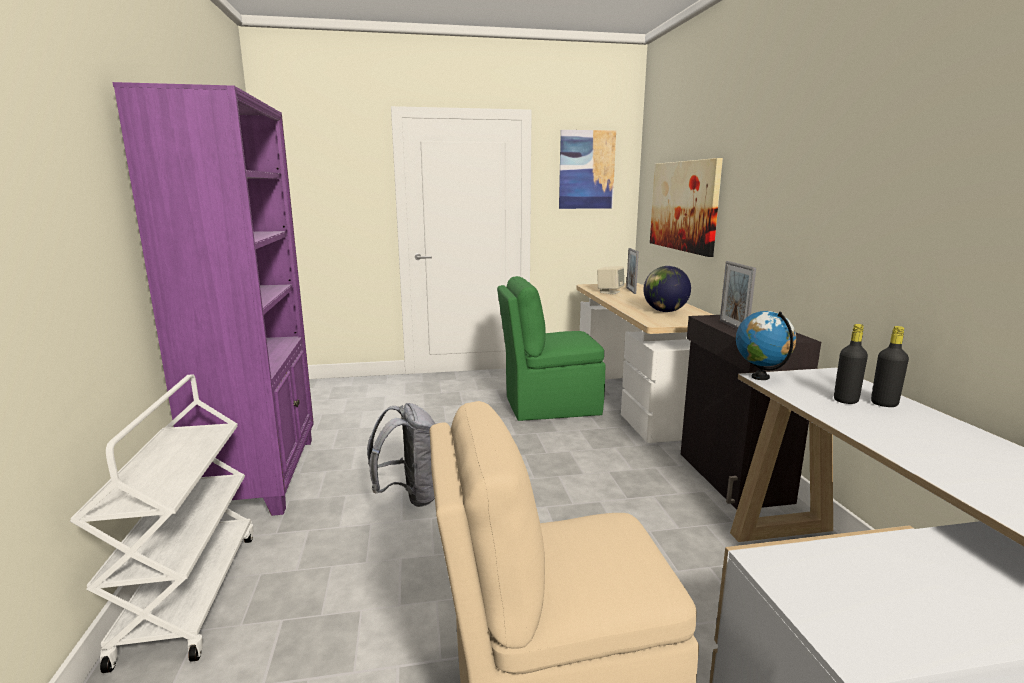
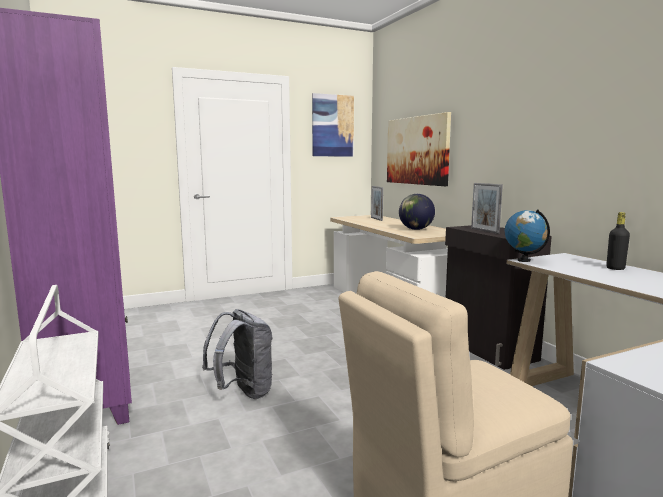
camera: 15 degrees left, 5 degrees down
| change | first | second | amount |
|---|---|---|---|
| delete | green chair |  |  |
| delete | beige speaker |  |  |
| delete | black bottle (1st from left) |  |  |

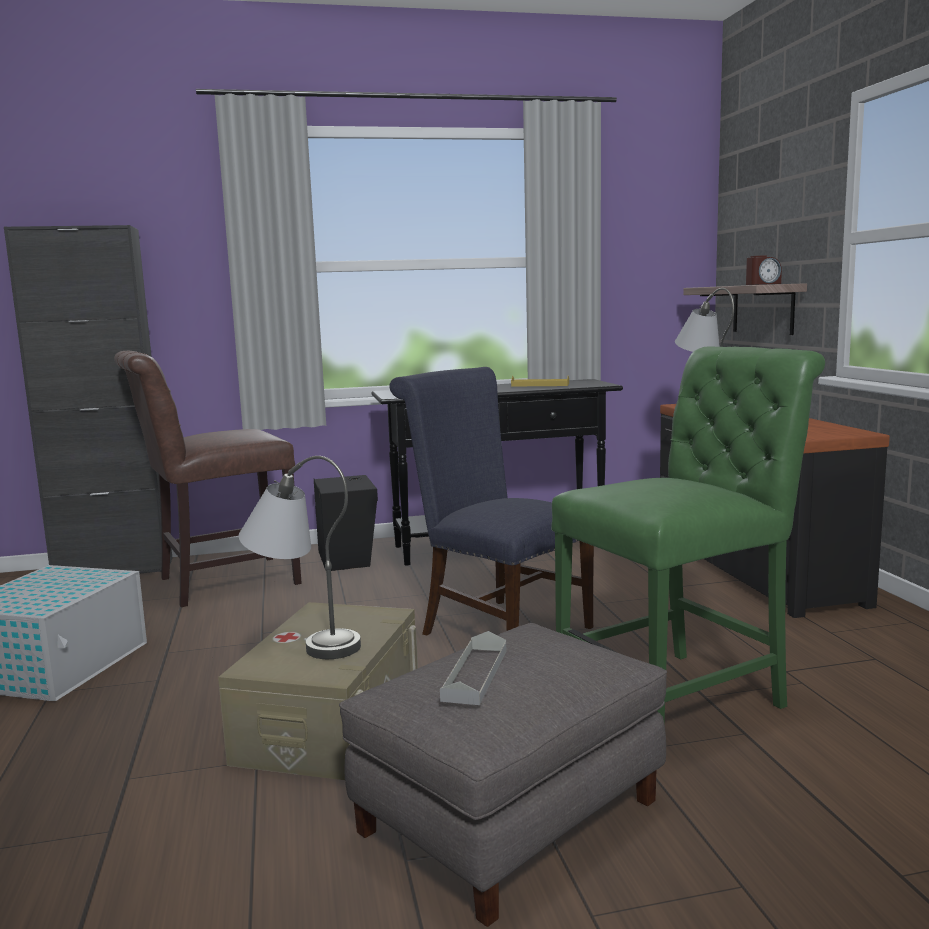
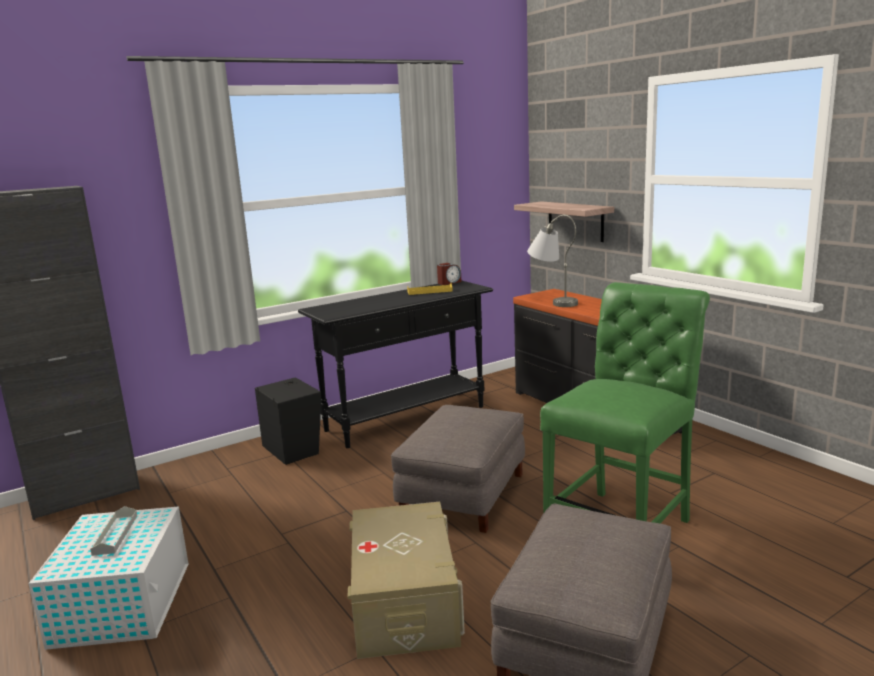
camera: 20 degrees left, 5 degrees up
| change | first | second | amount |
|---|---|---|---|
| move | grey tray |  |  |
| replace | blue chair | grey ottoman (1st from left) |  |
| move | alarm clock |  |  |
| delete | brown chair |  |  |
| delete | grey table lamp (1st from left) |  |  |

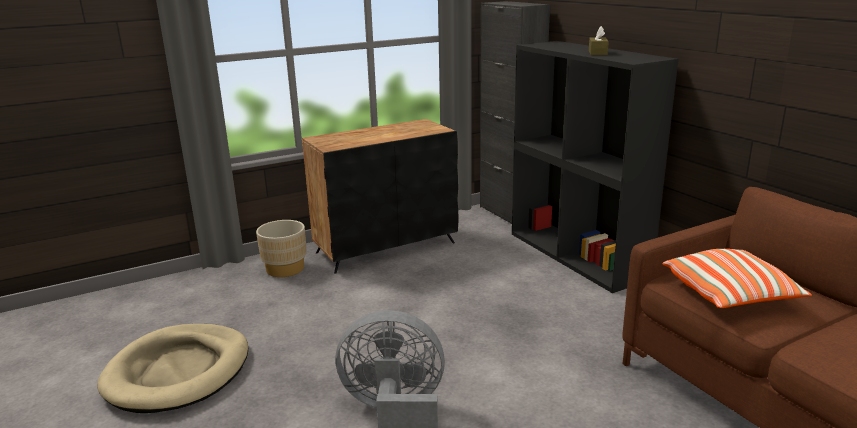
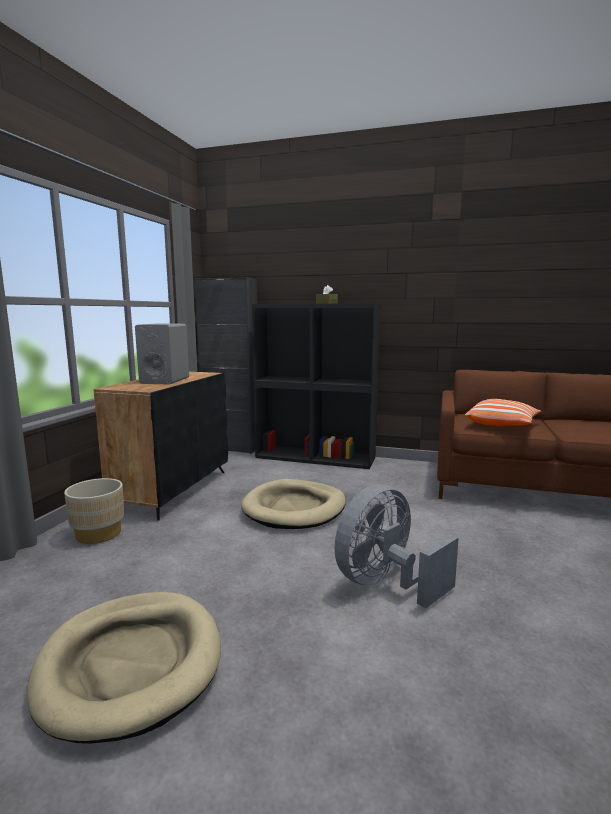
camera: 45 degrees left, 10 degrees down
| change | first | second | amount |
|---|---|---|---|
| insert |  | grey speaker |  |
| insert |  | beige dog bed (2nd from left) |  |

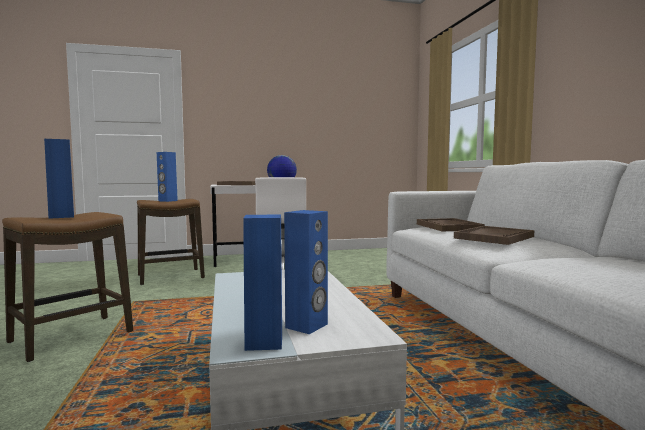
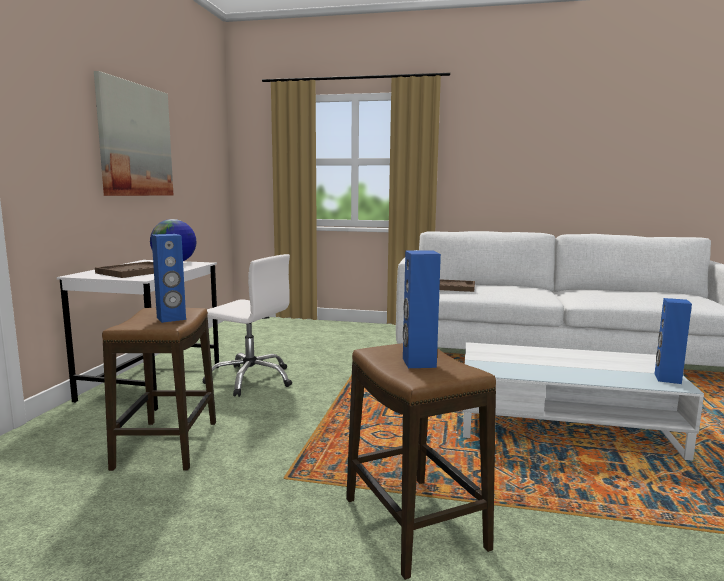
camera: 65 degrees left, 5 degrees up
| change | first | second | amount |
|---|---|---|---|
| insert |  | picture |  |
| delete | blue speaker (4th from left) |  |  |
| delete | brown tray (3rd from left) |  |  |

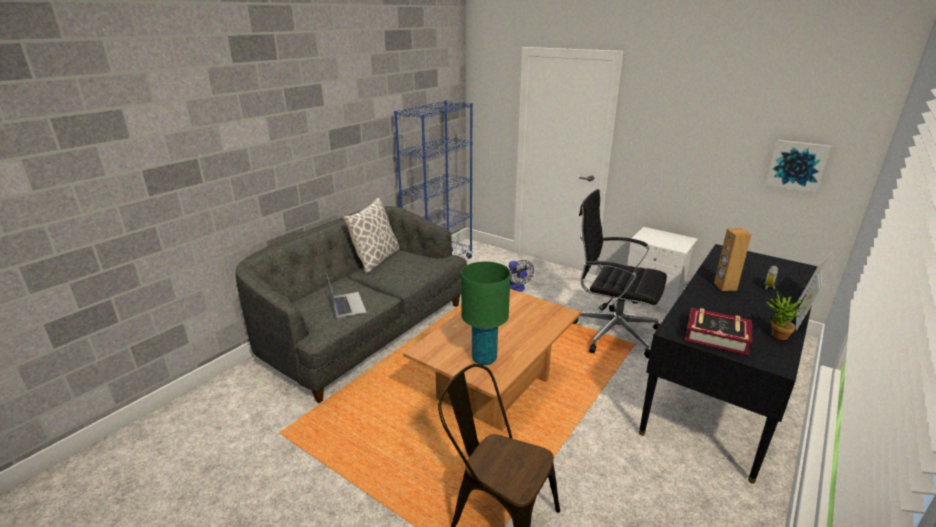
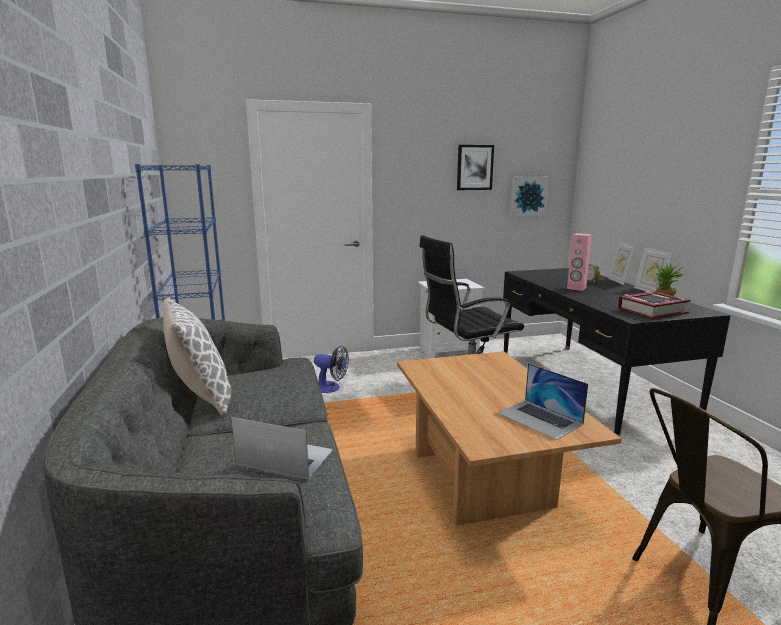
camera: 50 degrees left, 10 degrees down
| change | first | second | amount |
|---|---|---|---|
| insert |  | picture (1st from left) |  |
| replace | green table lamp | laptop (2nd from left) |  |
| recolor | brown speaker | pink speaker |  |

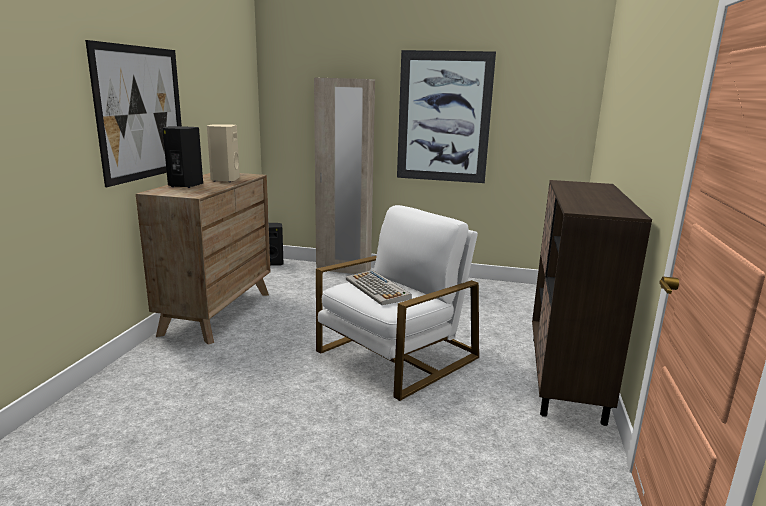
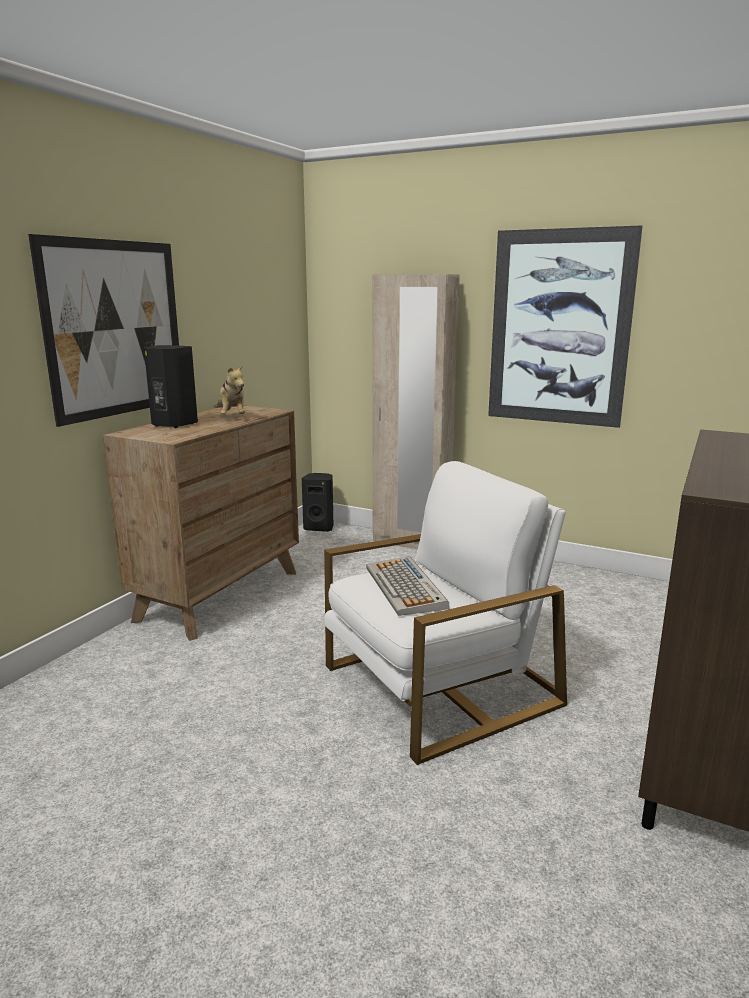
camera: 15 degrees right, 0 degrees up
| change | first | second | amount |
|---|---|---|---|
| replace | beige speaker | plush toy |  |

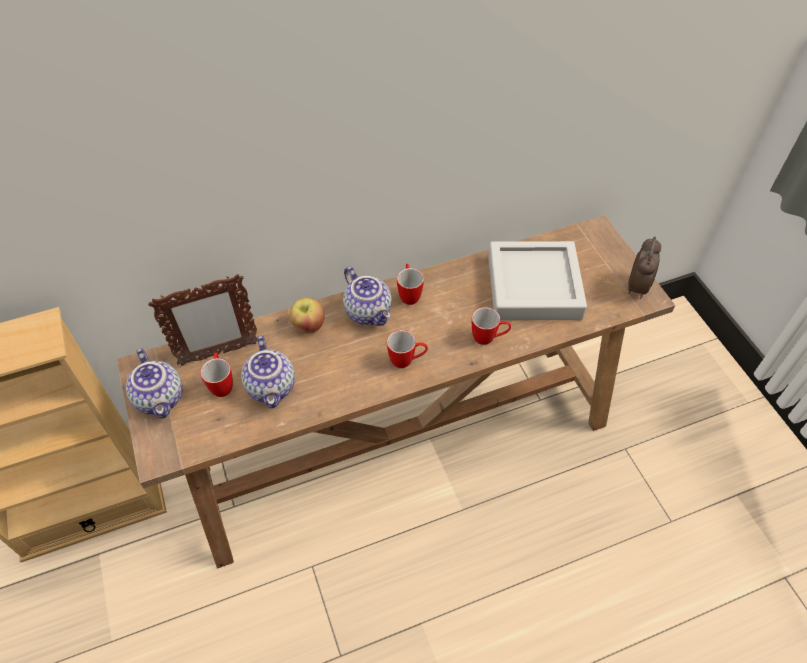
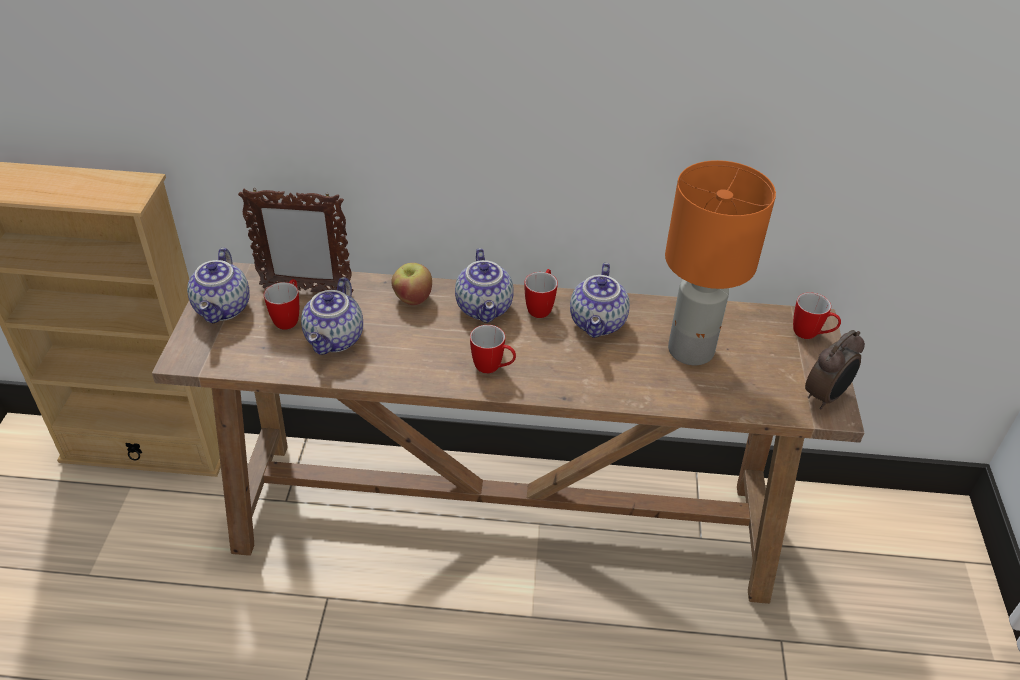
camera: 25 degrees right, 10 degrees down
| change | first | second | amount |
|---|---|---|---|
| insert |  | teapot (4th from left) |  |
| replace | grey tray | orange table lamp |  |
| move | mug (4th from left) |  |  |

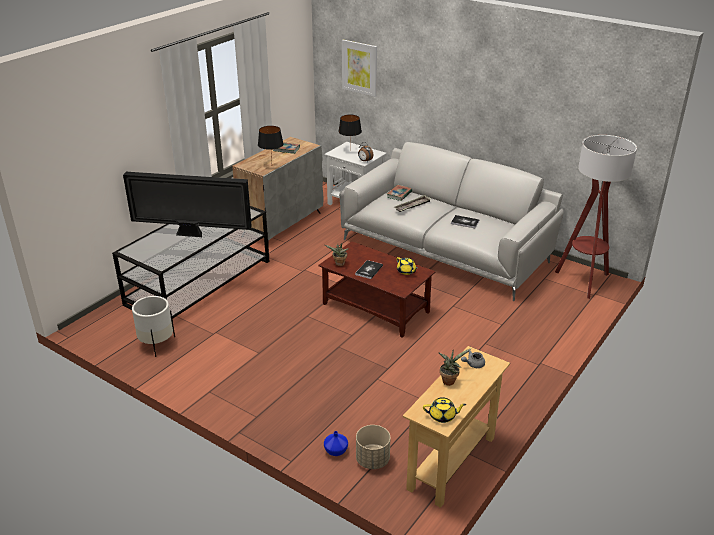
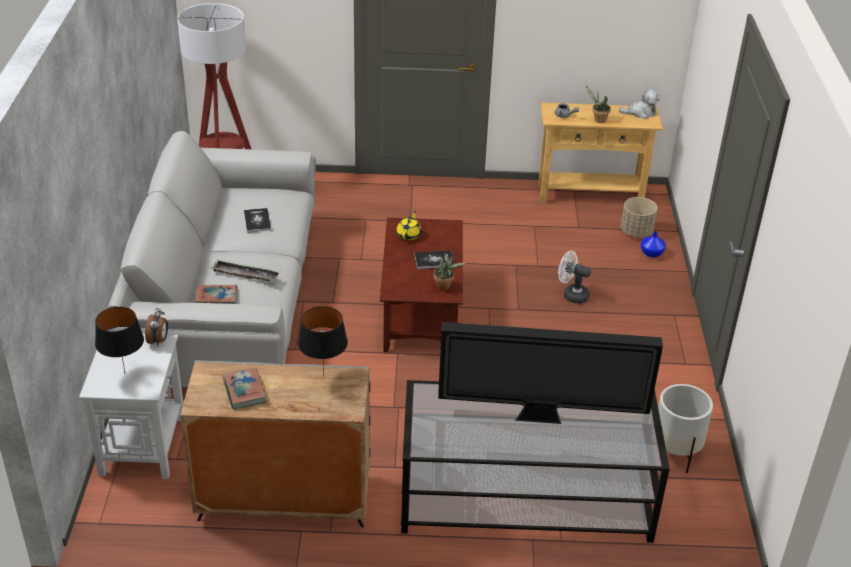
camera: 125 degrees left, 5 degrees up
| change | first | second | amount |
|---|---|---|---|
| rotate | television |  | 120 degrees clockwise |
| insert |  | white fan |  |
| replace | yellow teapot (2nd from left) | plush toy |  |
| delete | picture |  |  |

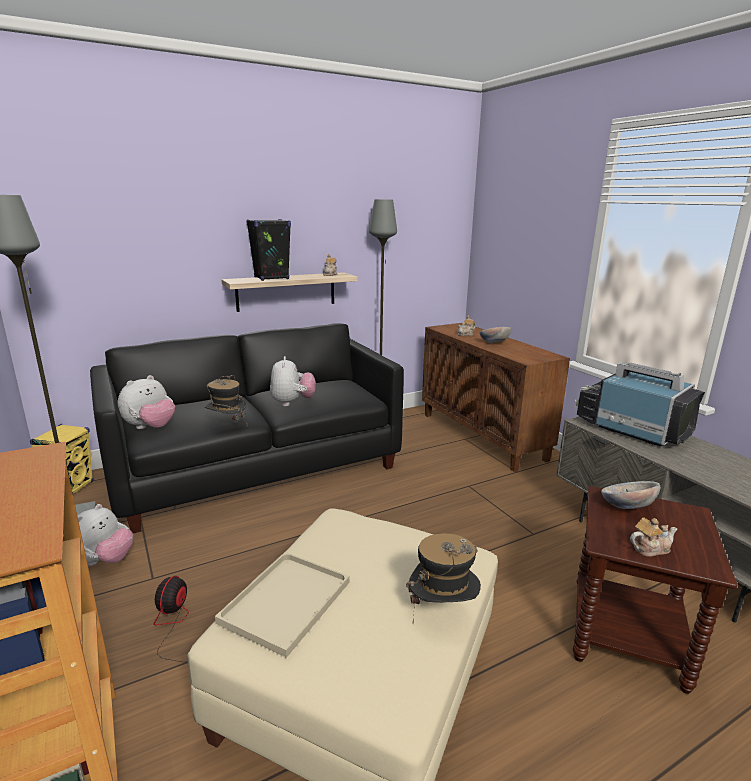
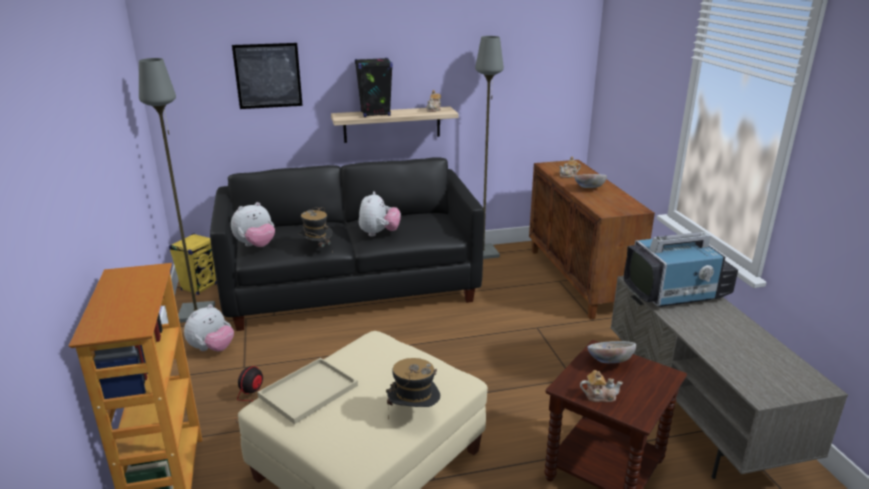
camera: 15 degrees right, 5 degrees up
| change | first | second | amount |
|---|---|---|---|
| insert |  | picture |  |
| rotate | television |  | 105 degrees clockwise |

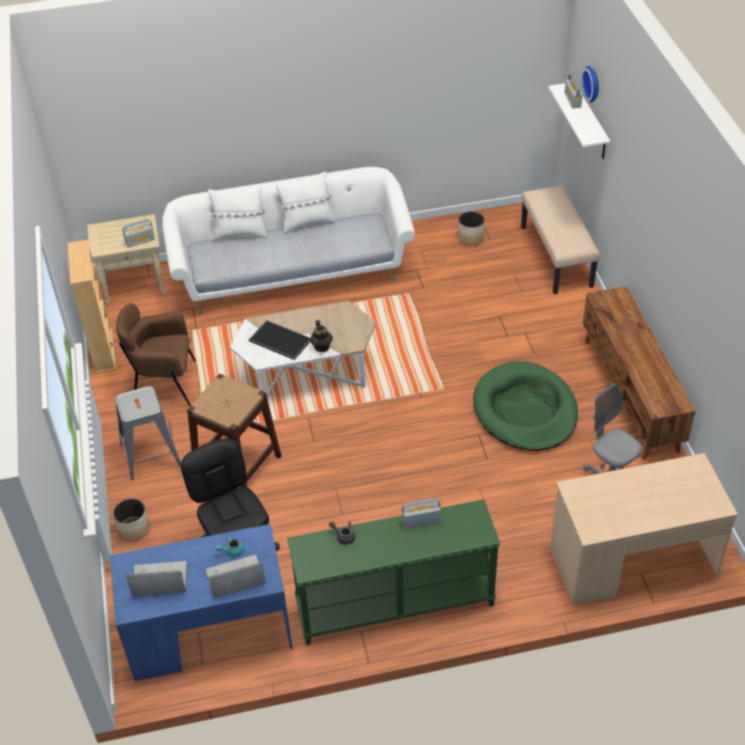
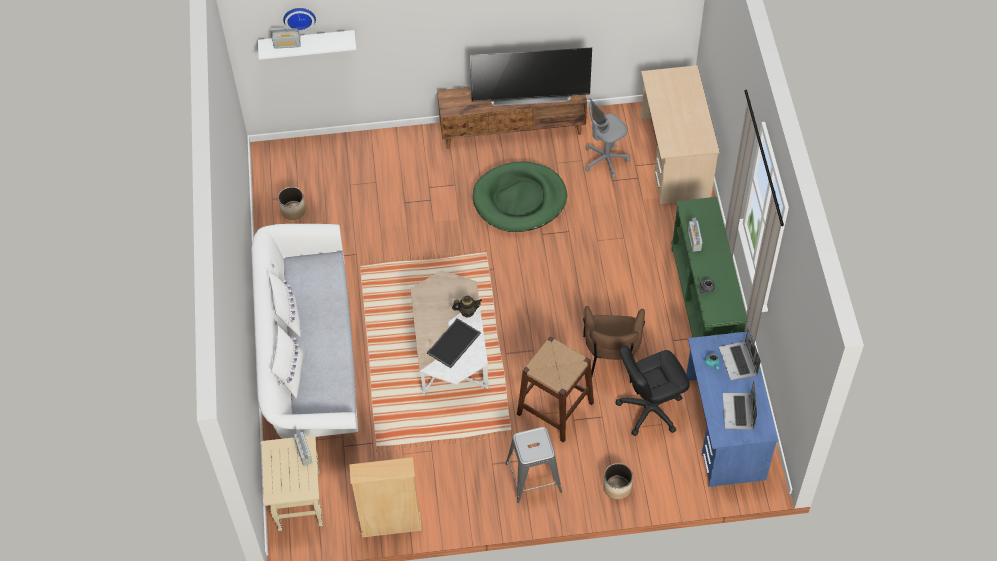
camera: 85 degrees left, 10 degrees up
| change | first | second | amount |
|---|---|---|---|
| insert |  | television |  |
| move | brown armchair |  |  |
| delete | beige bench |  |  |

